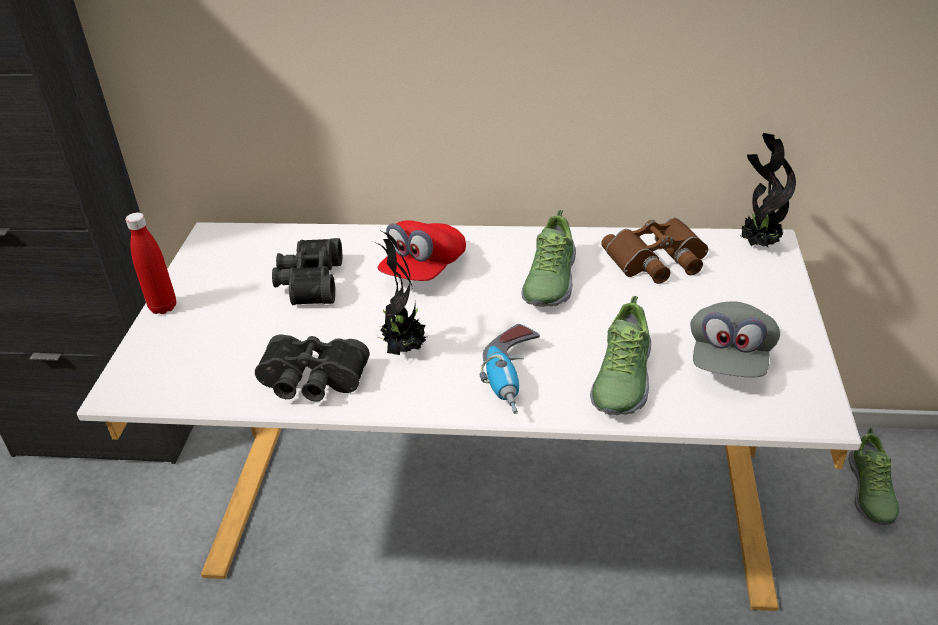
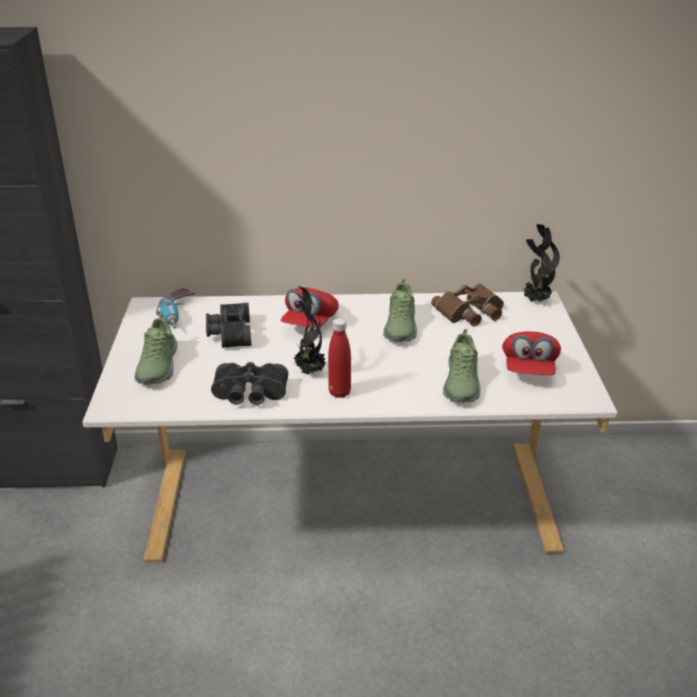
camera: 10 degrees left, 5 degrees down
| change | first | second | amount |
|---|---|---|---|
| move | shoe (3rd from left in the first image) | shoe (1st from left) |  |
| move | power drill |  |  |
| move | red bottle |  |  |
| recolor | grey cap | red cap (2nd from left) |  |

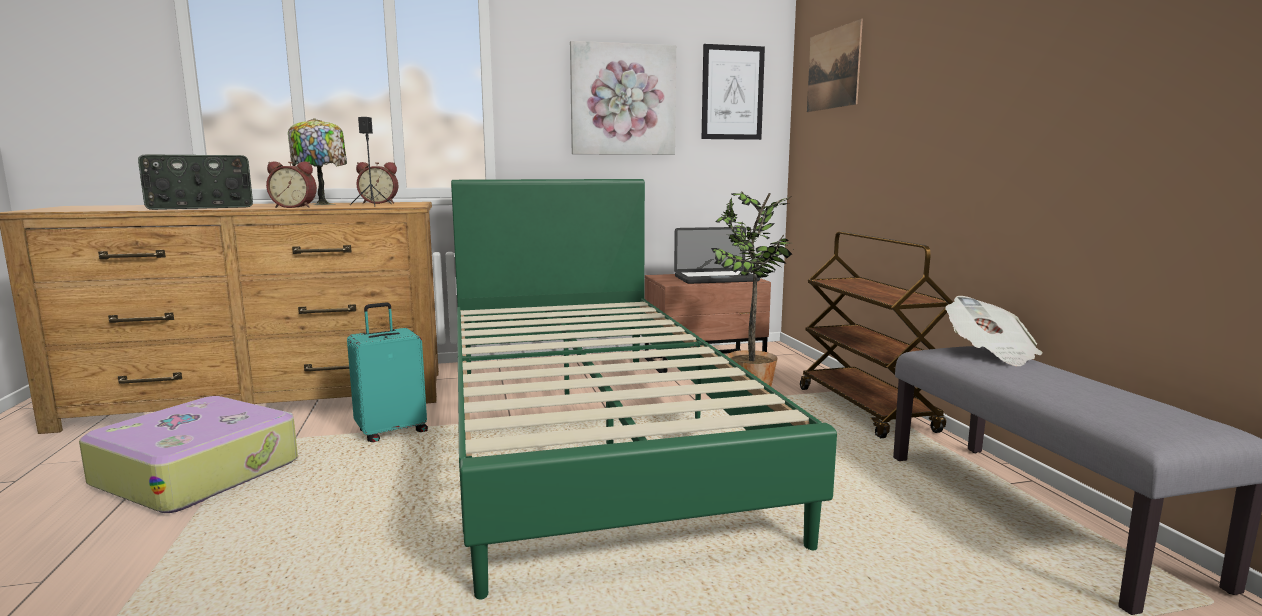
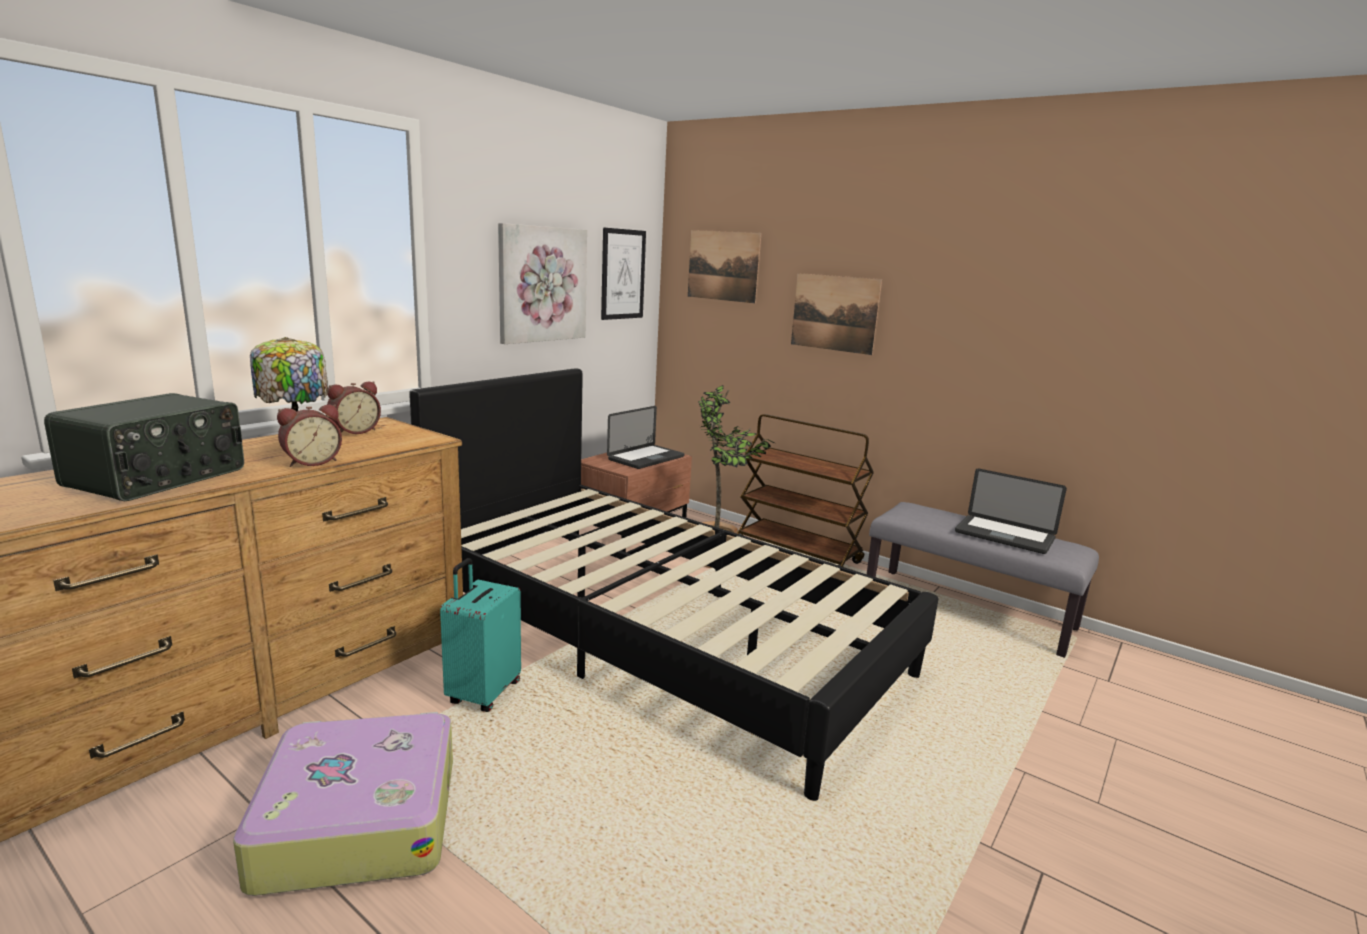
camera: 40 degrees left, 5 degrees up
| change | first | second | amount |
|---|---|---|---|
| recolor | green bed | black bed |  |
| insert |  | picture (4th from left) |  |
| insert |  | laptop (2nd from left) |  |
| delete | black speaker |  |  |
| delete | newspaper |  |  |

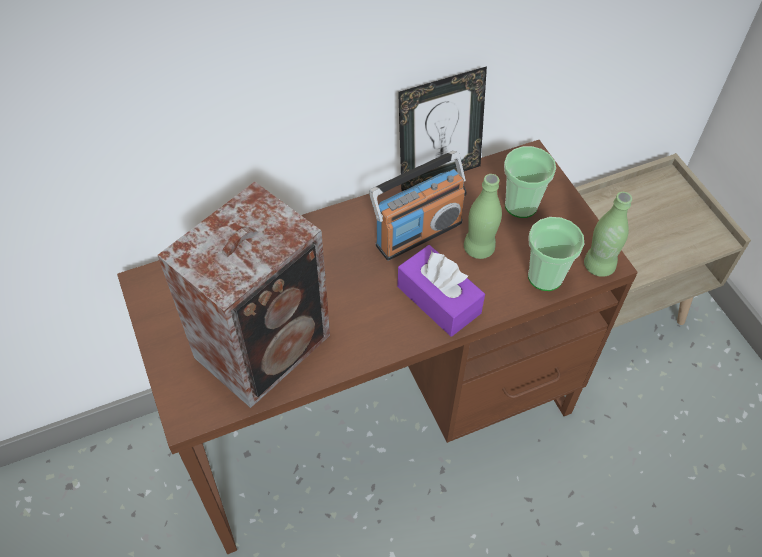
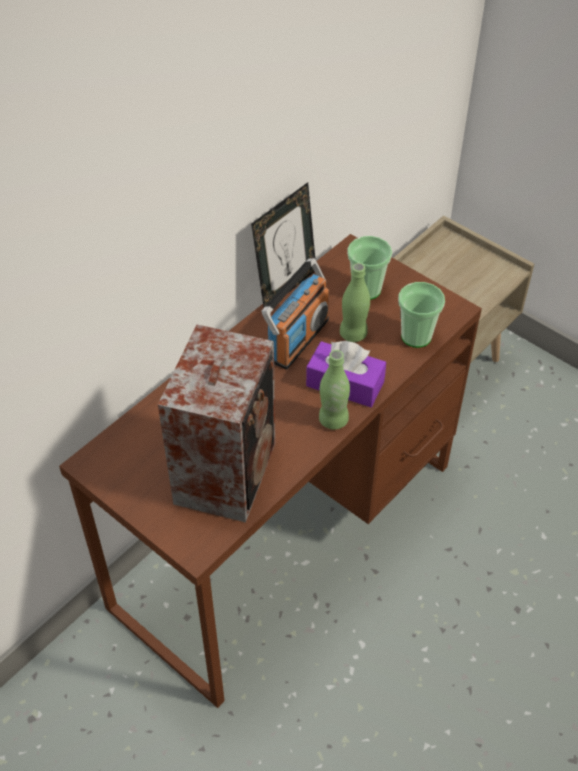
camera: 25 degrees left, 5 degrees down
| change | first | second | amount |
|---|---|---|---|
| move | green bottle (2nd from left in the first image) | green bottle (1st from left) |  |

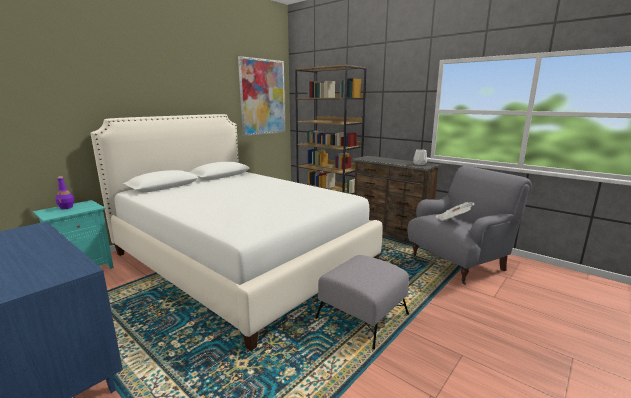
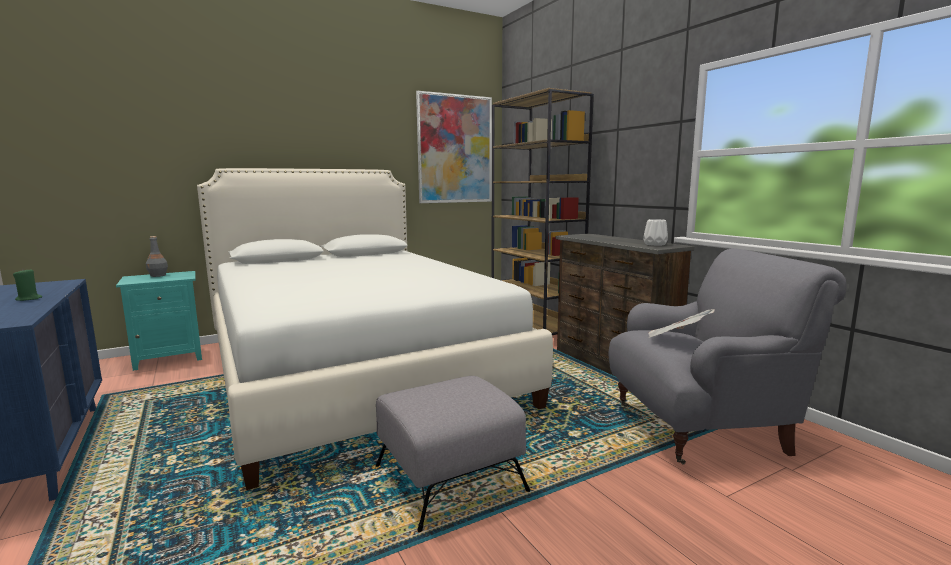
camera: 20 degrees right, 5 degrees down
| change | first | second | amount |
|---|---|---|---|
| insert |  | green candle |  |
| recolor | purple bottle | grey bottle |  |

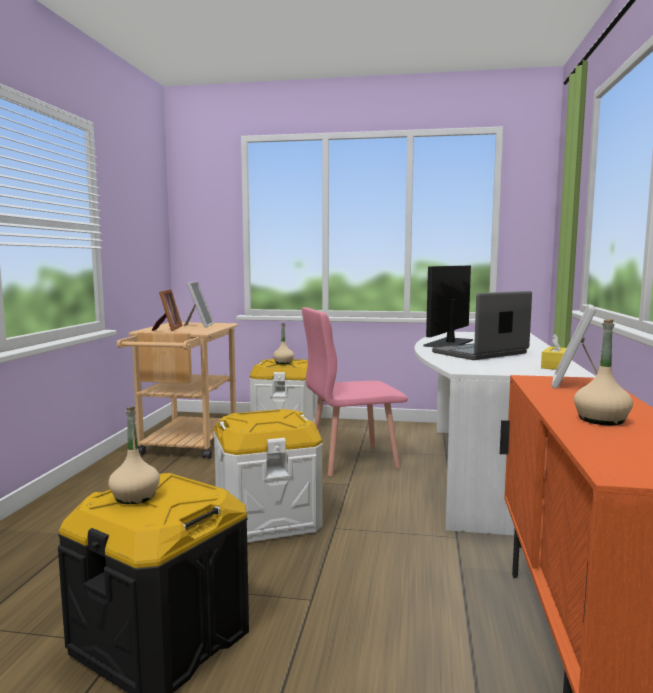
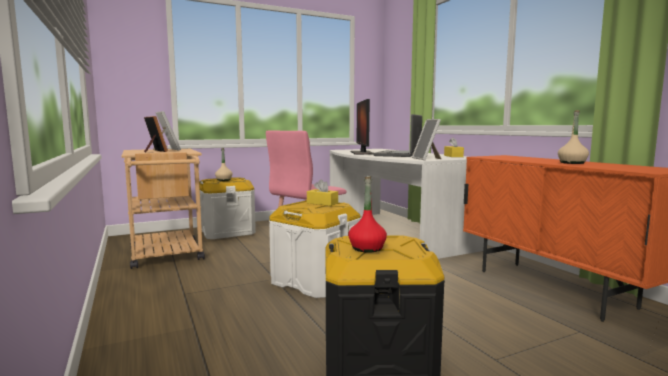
camera: 35 degrees left, 0 degrees up
| change | first | second | amount |
|---|---|---|---|
| insert |  | yellow tissue box (1st from left) |  |
| recolor | beige bottle (1st from left) | red bottle |  |
| move | picture frame (3rd from left) |  |  |

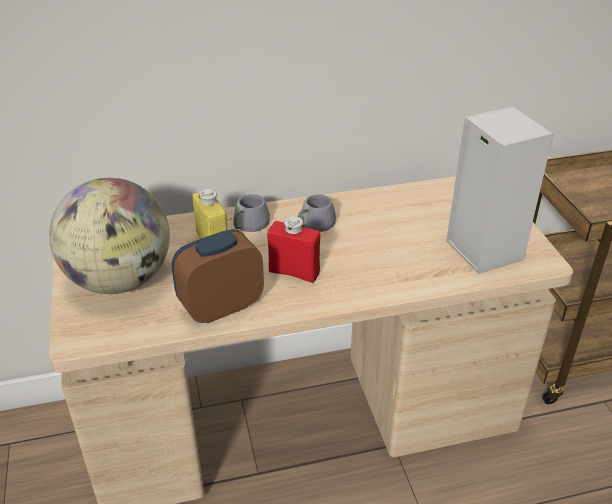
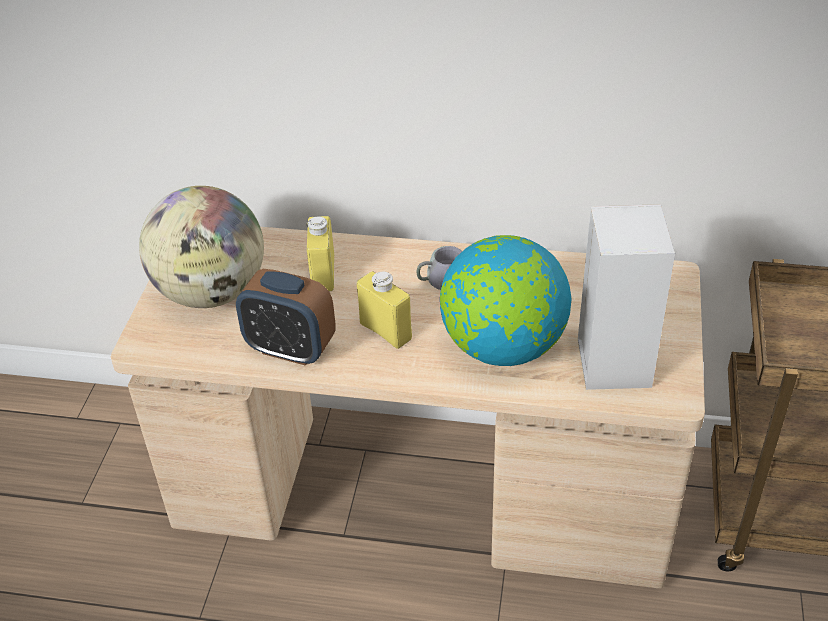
camera: 25 degrees right, 5 degrees up
| change | first | second | amount |
|---|---|---|---|
| rotate | alarm clock |  | 150 degrees counterclockwise |
| recolor | red bottle | yellow bottle (2nd from left) |  |
| insert |  | globe (2nd from left) |  |
| delete | grey mug (1st from left) |  |  |

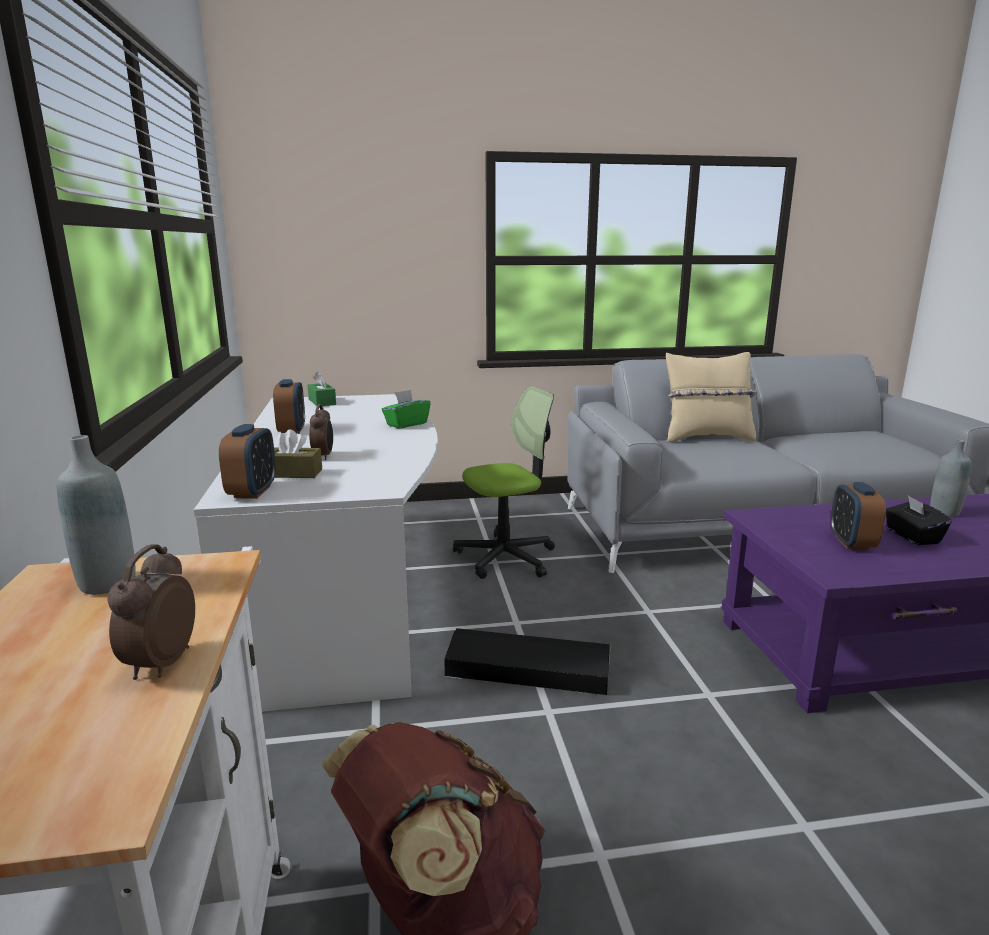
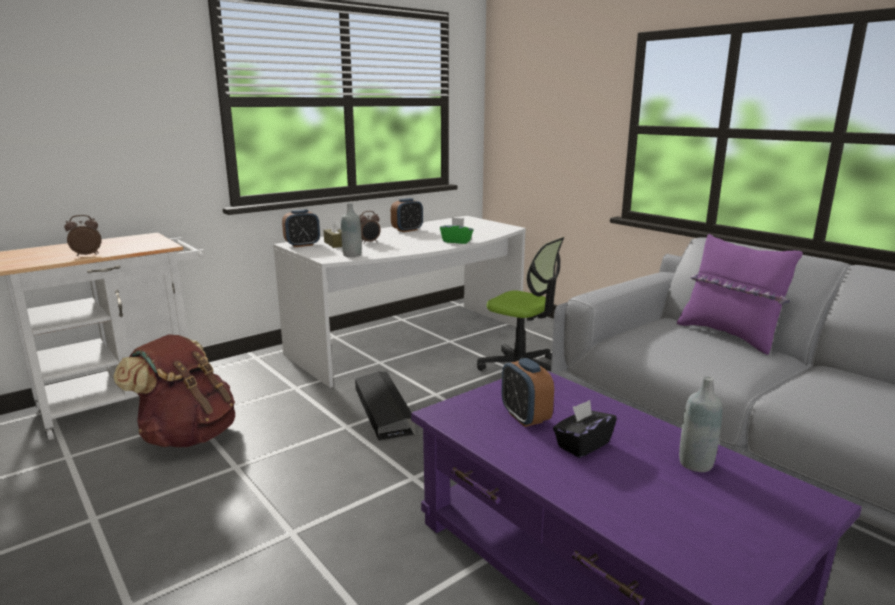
camera: 60 degrees right, 0 degrees up
| change | first | second | amount |
|---|---|---|---|
| move | grey bottle (1st from left) |  |  |
| rotate | alarm clock (5th from left) |  | 90 degrees counterclockwise |
| recolor | beige pillow | purple pillow |  |
| delete | green tissue box (1st from left) |  |  |

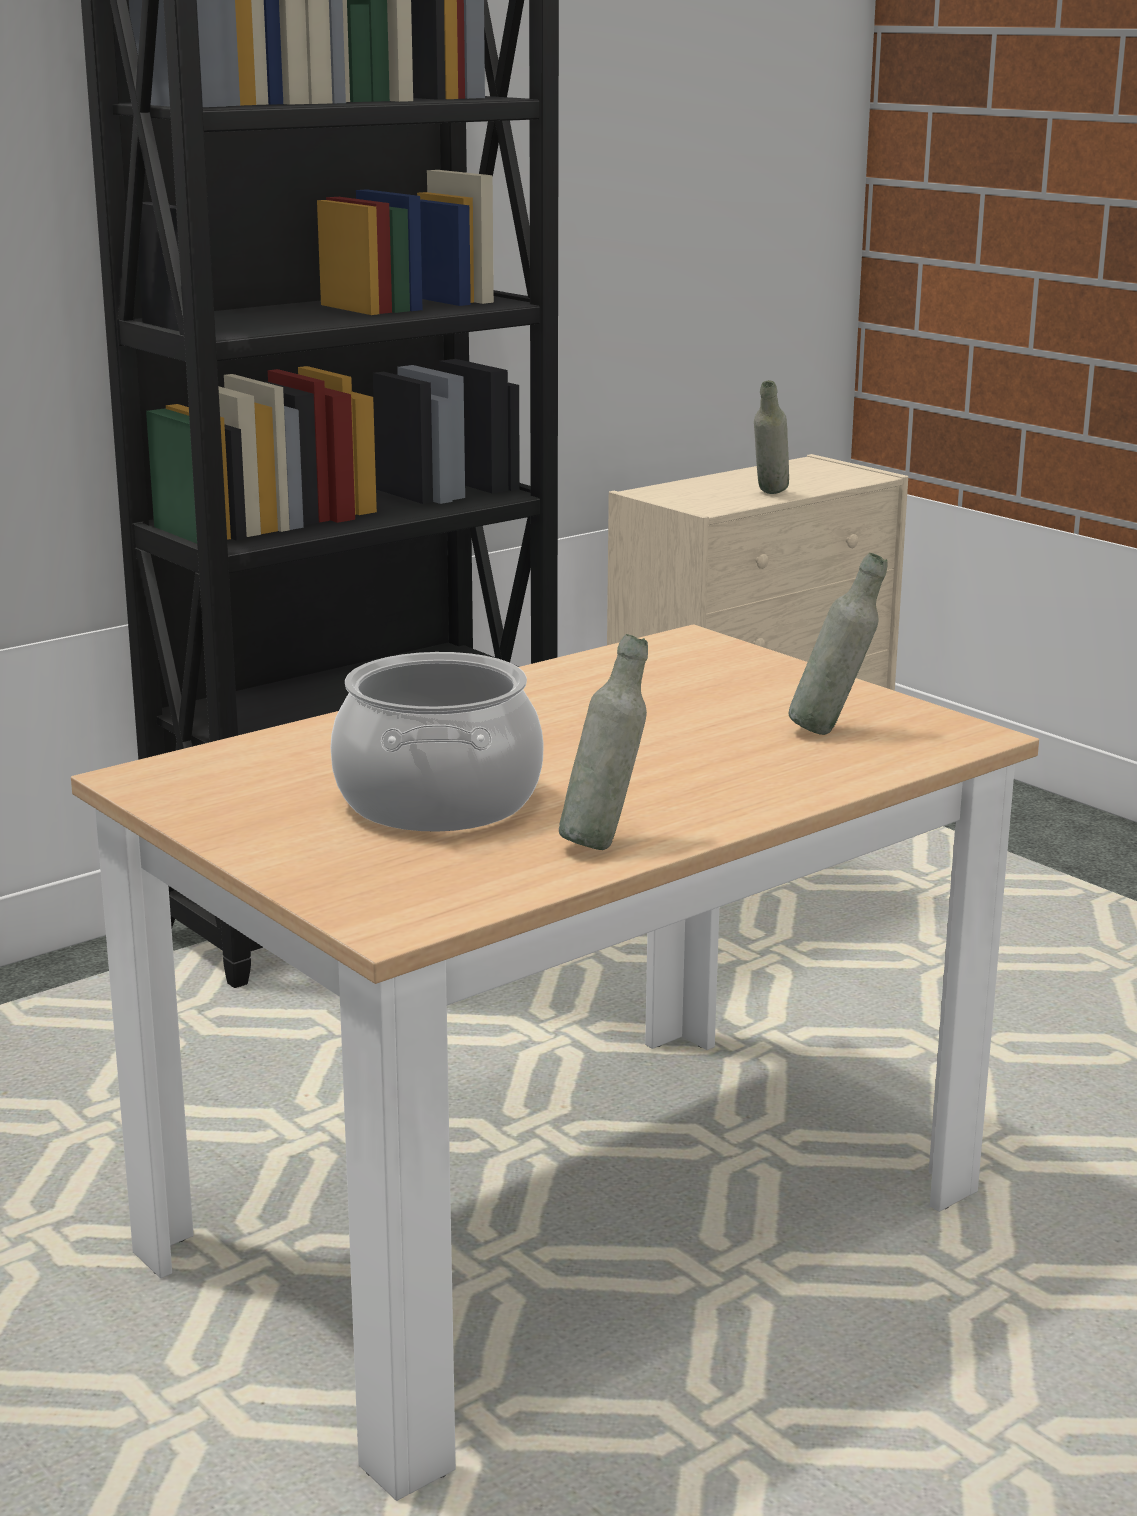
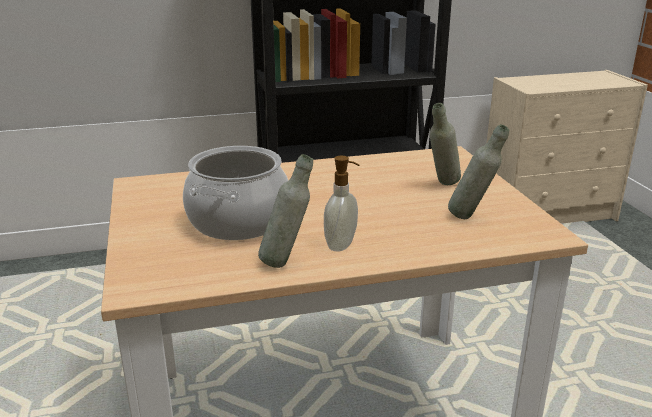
camera: 25 degrees right, 5 degrees up
| change | first | second | amount |
|---|---|---|---|
| insert |  | soap dispenser |  |
| move | grey bottle (2nd from left) |  |  |

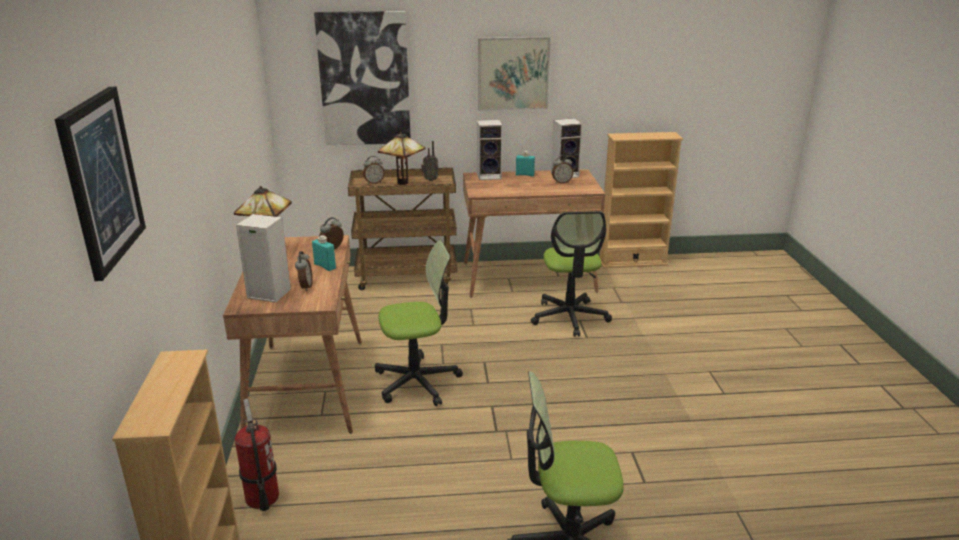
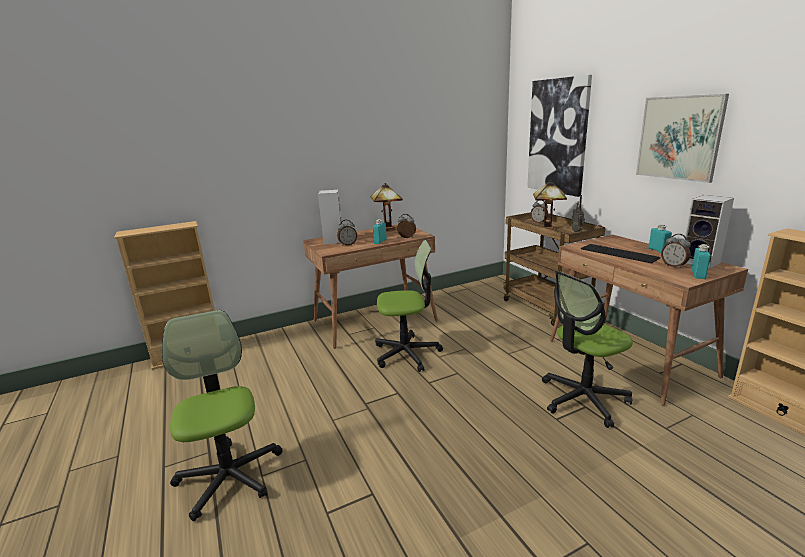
camera: 70 degrees right, 5 degrees down
| change | first | second | amount |
|---|---|---|---|
| rotate | office chair (1st from left in the first image) | office chair (2nd from left) | 60 degrees counterclockwise |
| insert |  | keyboard |  |
| insert |  | turquoise bottle (3rd from left) |  |
| delete | picture (1st from left) |  |  |
| delete | fire extinguisher |  |  |
| delete | speaker (2nd from left) |  |  |

